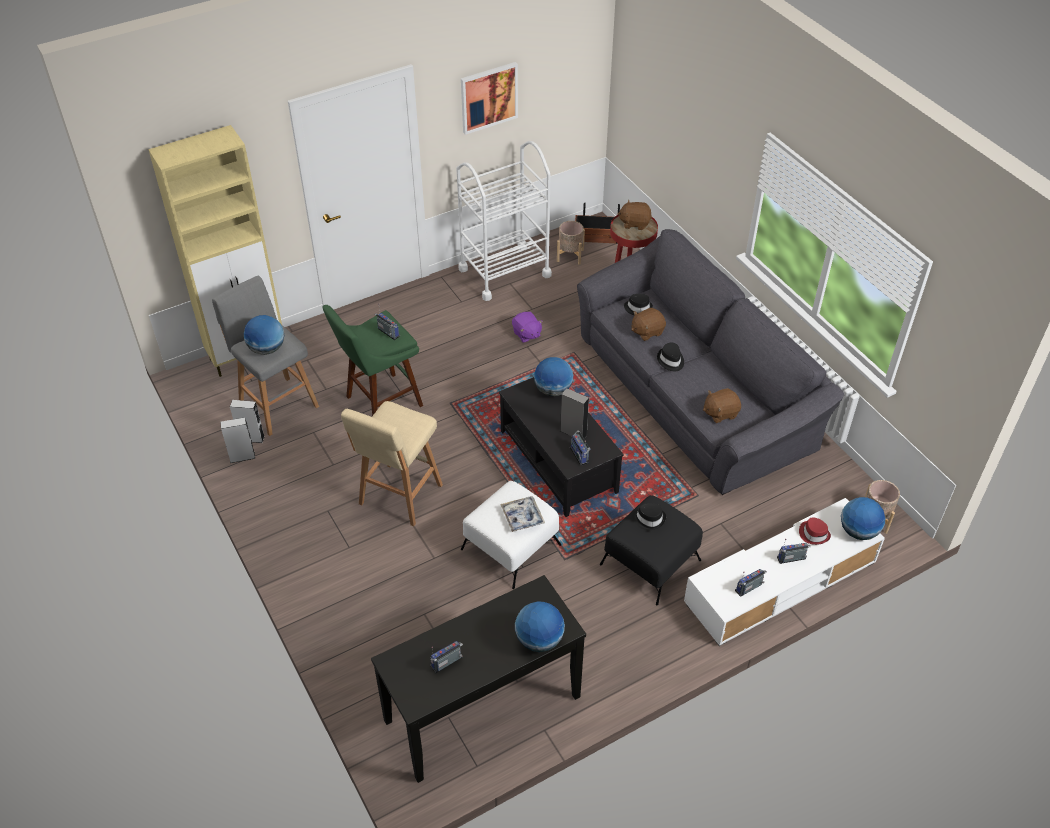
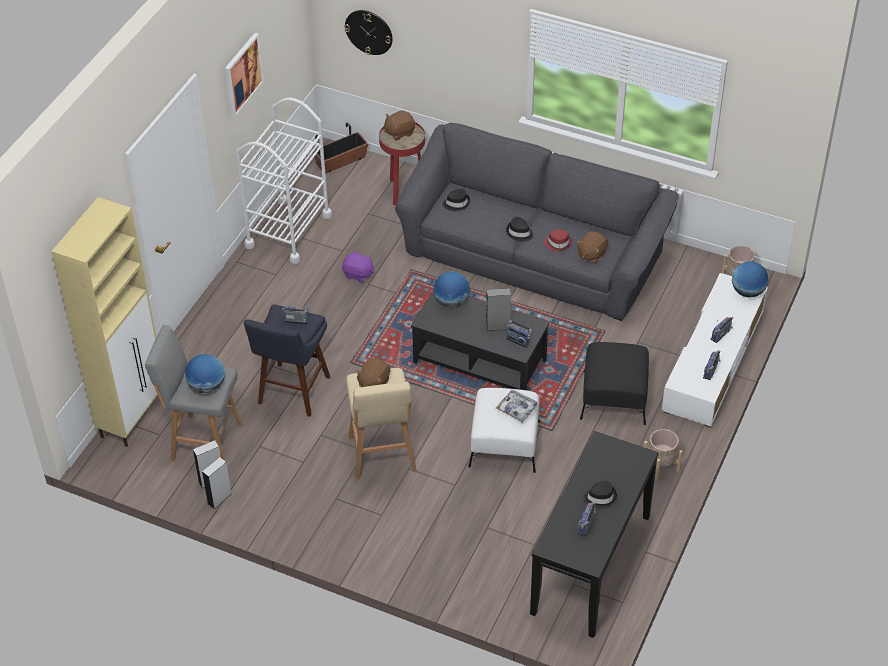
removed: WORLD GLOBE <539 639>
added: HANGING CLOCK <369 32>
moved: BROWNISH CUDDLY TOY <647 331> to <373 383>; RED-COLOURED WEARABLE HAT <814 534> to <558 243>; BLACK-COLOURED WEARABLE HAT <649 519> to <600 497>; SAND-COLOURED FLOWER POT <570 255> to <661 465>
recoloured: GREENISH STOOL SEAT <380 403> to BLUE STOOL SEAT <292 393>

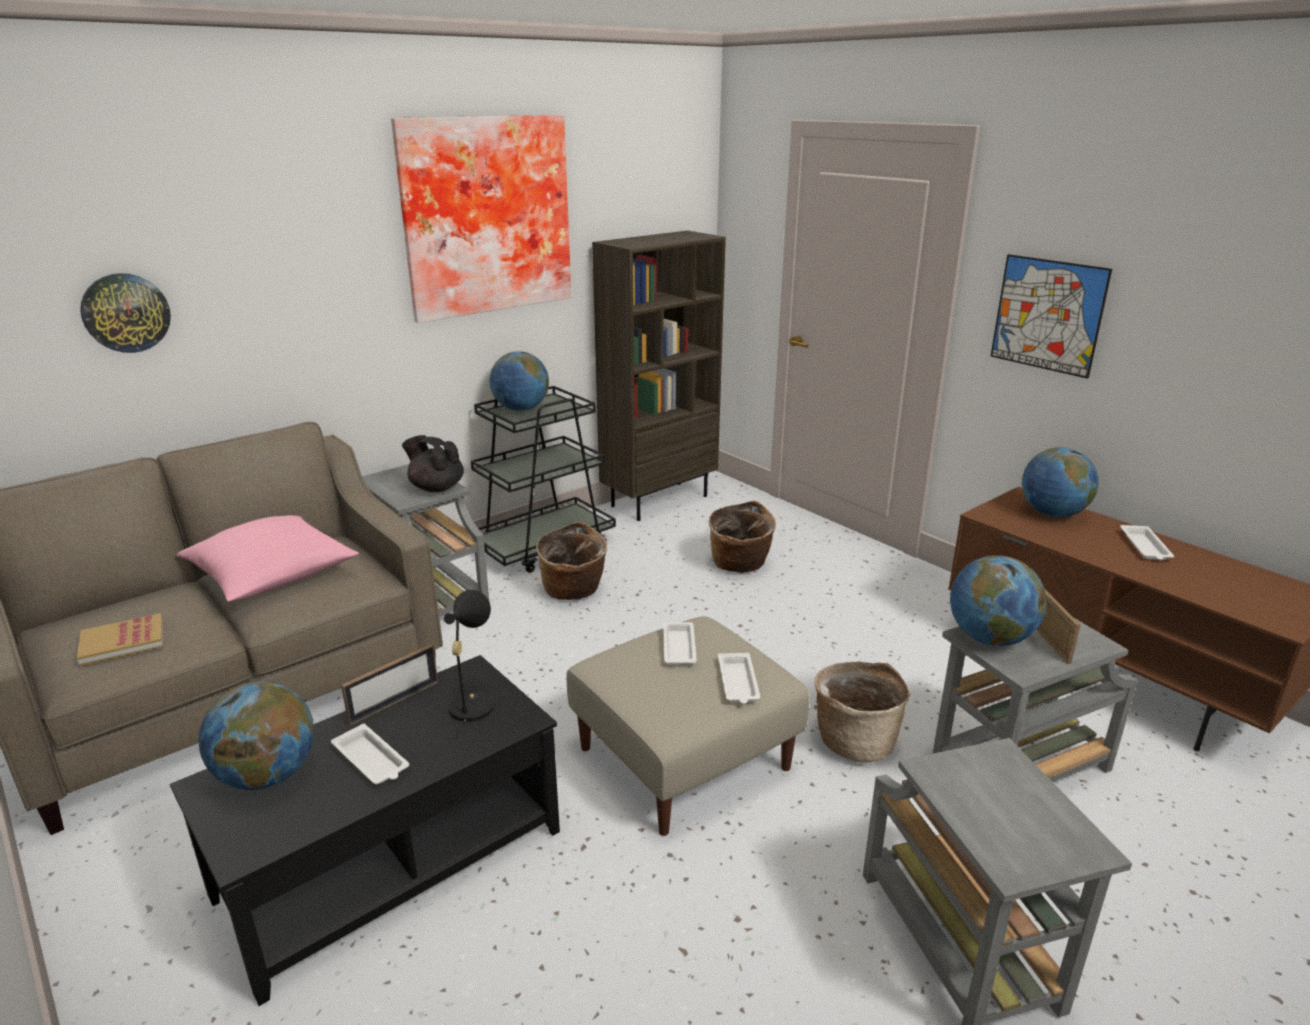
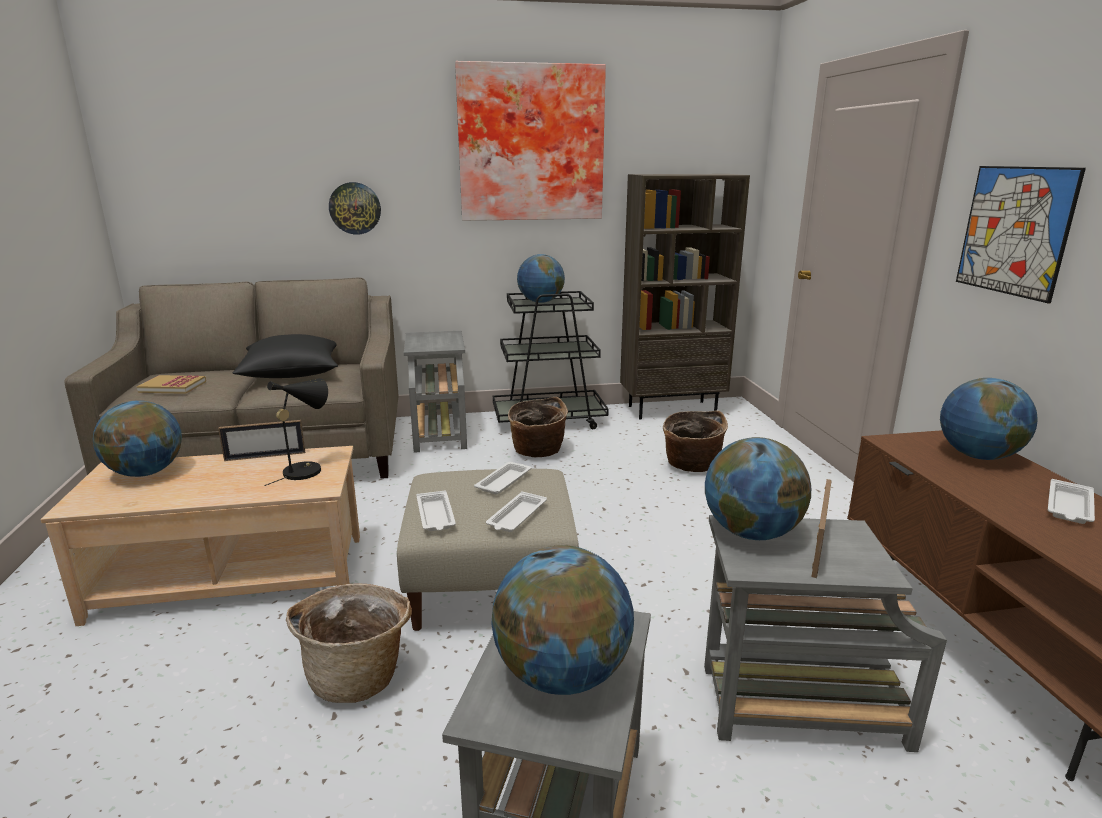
removed: BLACK-COLOURED TEAPOT <436 488>
added: WORLD GLOBE <562 674>
moved: STORAGE BASKET <855 740> to <358 675>; HANGING CLOCK <126 313> to <355 208>; WHITE-COLOURED SERVING TRAY <371 760> to <435 516>
recoloured: BLACK-COLOURED LOW TABLE <390 860> to SAND-COLOURED LOW TABLE <234 575>; PINK CUSHION <272 576> to BLACK-COLOURED CUSHION <292 373>

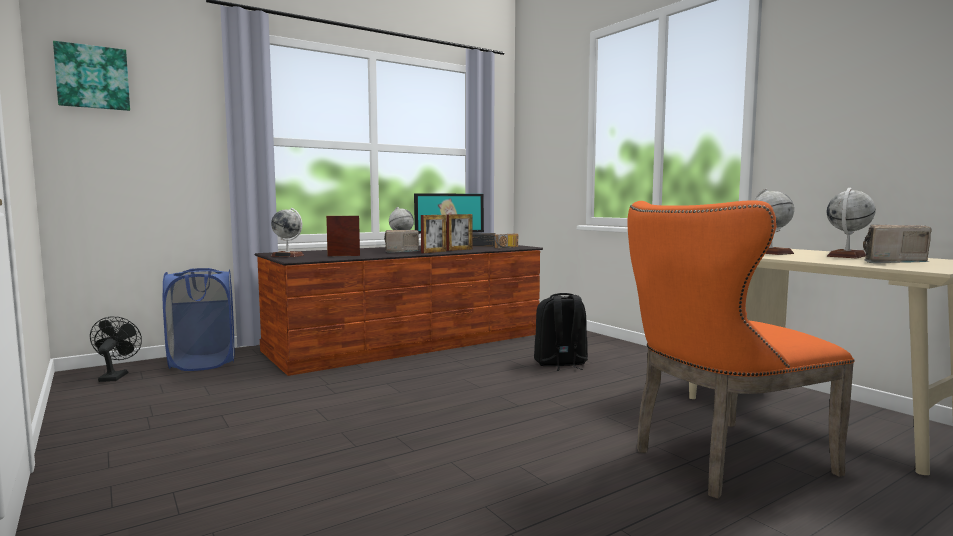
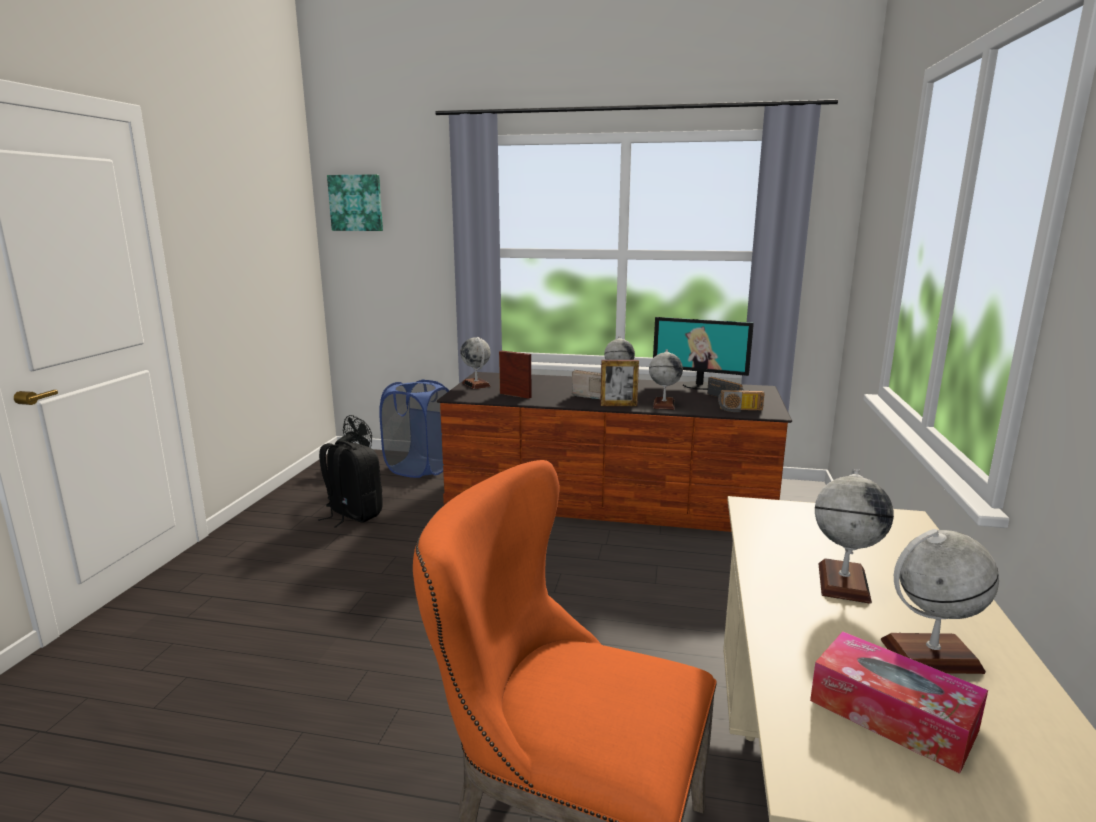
moved: BLACK-COLOURED RUCKSACK <560 364> to <352 515>
replaced: STANDING FRAME <459 250> to WORLD GLOBE <664 404>; RADIO <888 262> to BOX OF TISSUES <892 715>

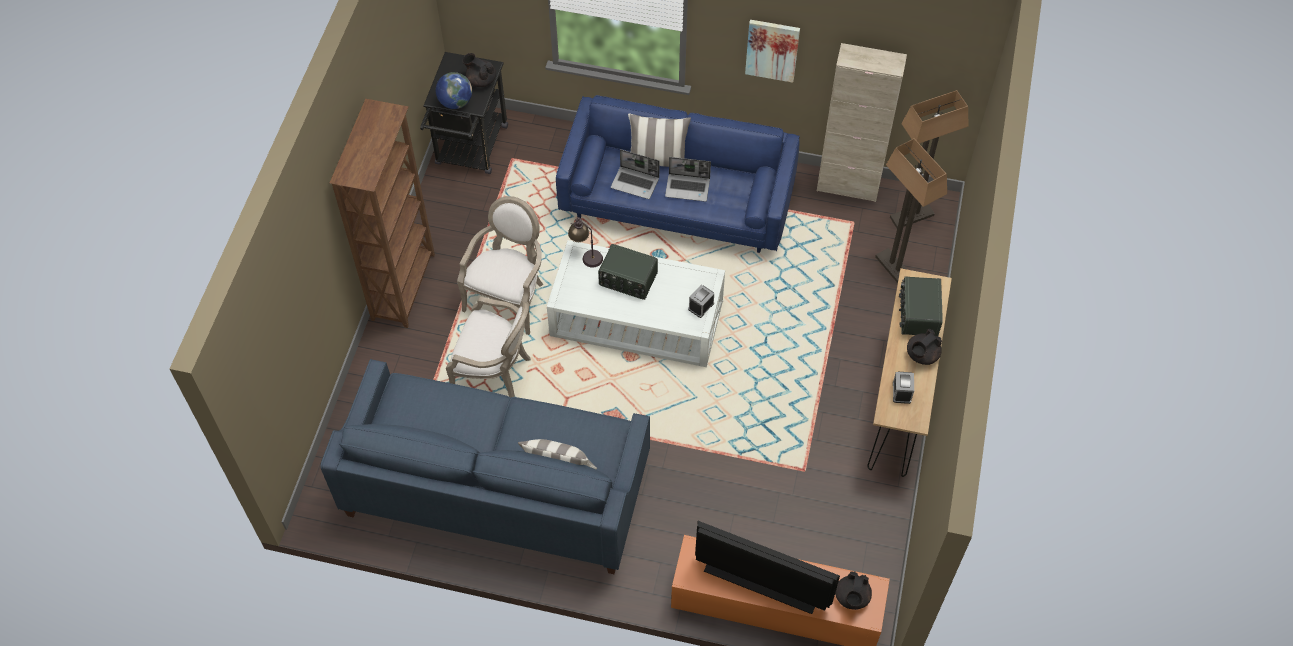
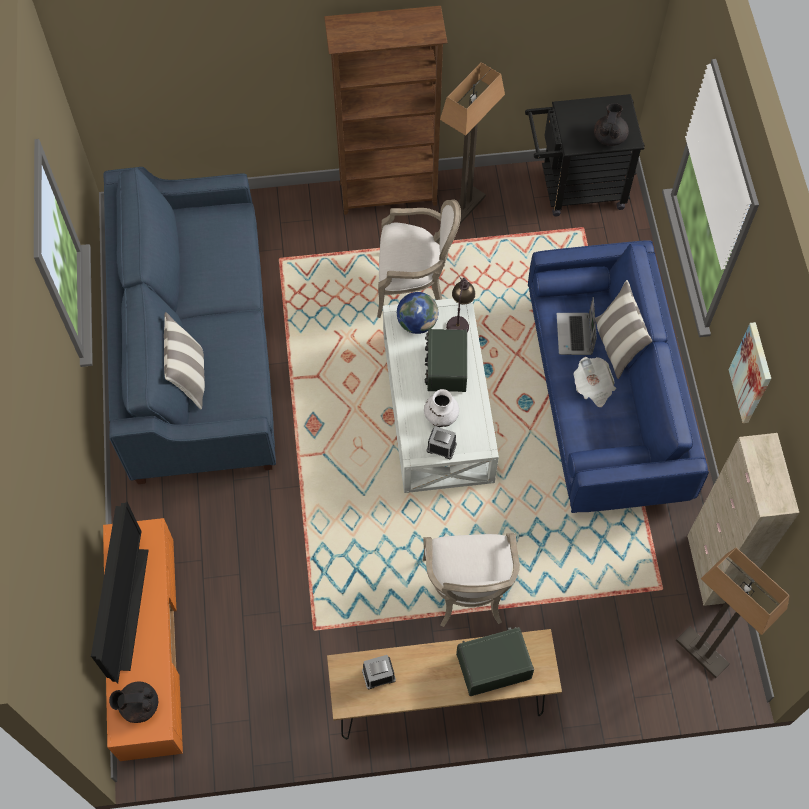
removed: BLACK-COLOURED TEAPOT <921 355>
added: WHITE-COLOURED DECORATIVE VASE <440 417>
moved: WORLD GLOBE <455 102> to <417 323>; LOUNGE CHAIR <495 372> to <468 593>; FLOOR LAMP <894 268> to <465 207>
replaced: LAPTOP <688 188> to DAILY PAPER <593 387>

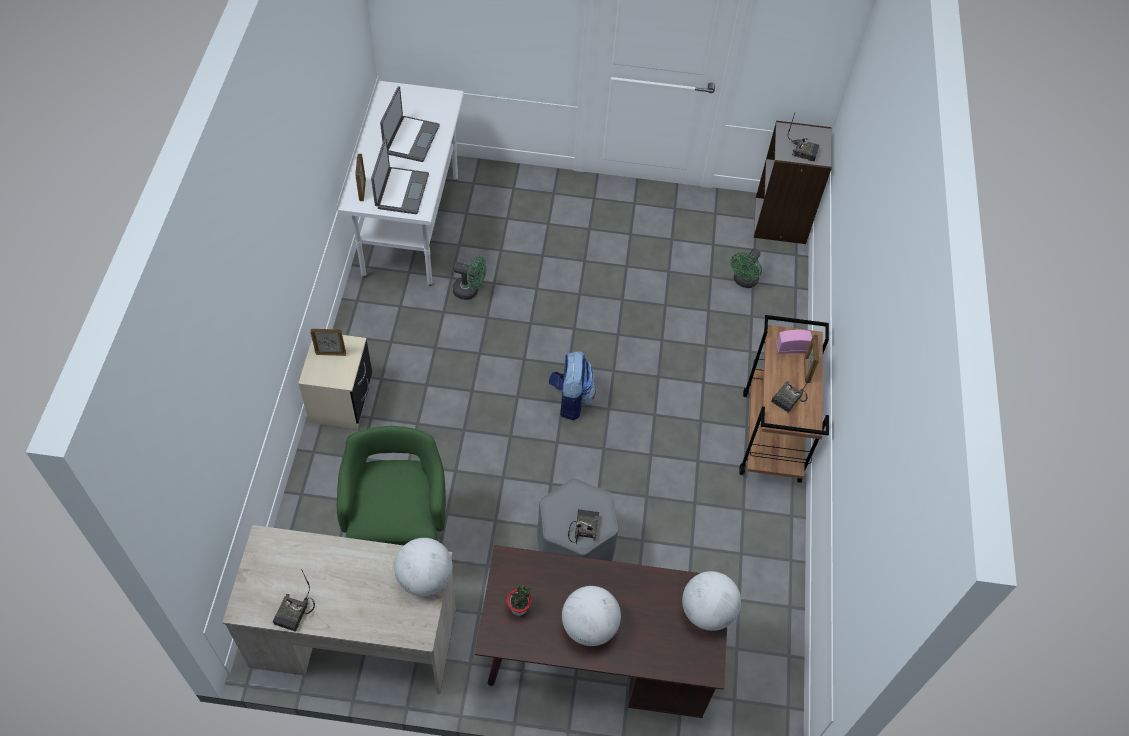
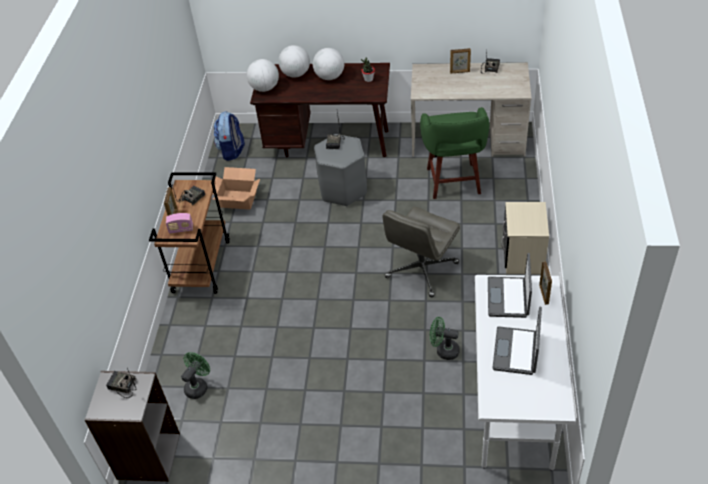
added: CARDBOARD BOX <237 199>; GREYISH DESK CHAIR <421 271>
moved: RUCKSACK <570 399> to <232 151>; WORLD GLOBE <424 578> to <296 74>; STANDING FRAME <331 353> to <460 72>

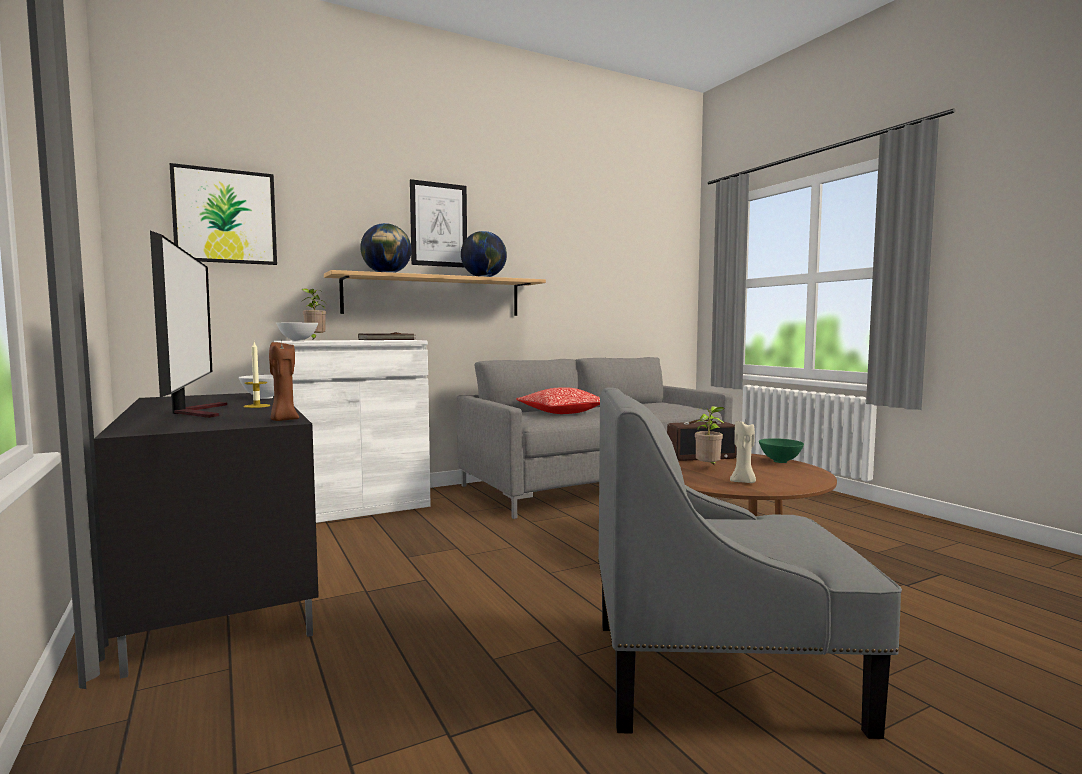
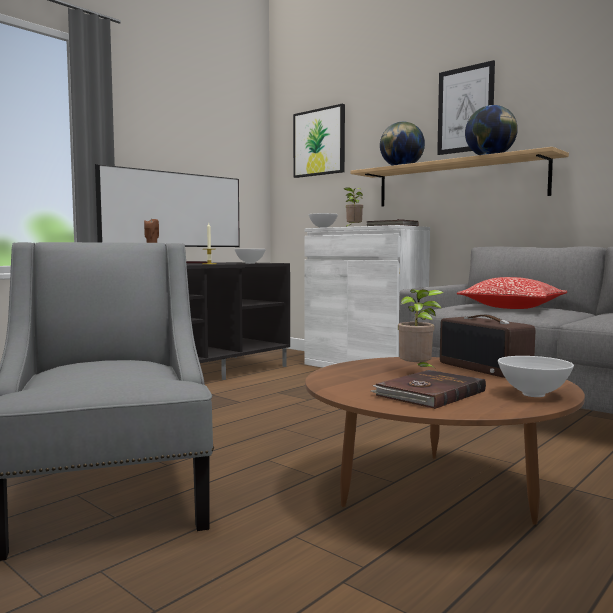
removed: SAND-COLOURED WAX CANDLE <743 482>
added: BROWNISH BOOK <428 393>
recoloured: GREENISH BOWL <780 461> to WHITE-COLOURED BOWL <533 394>

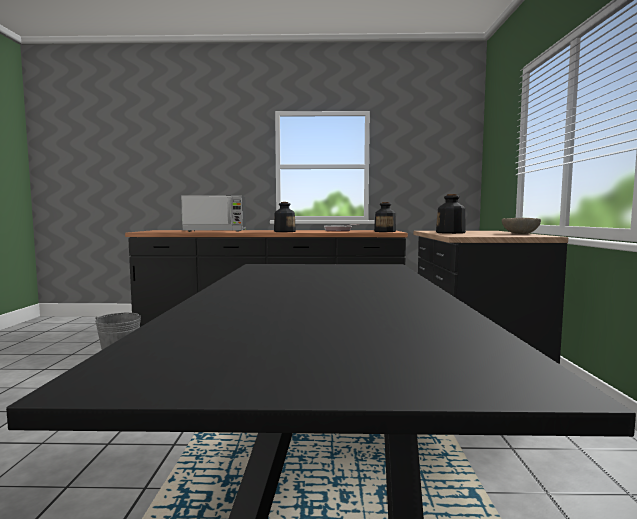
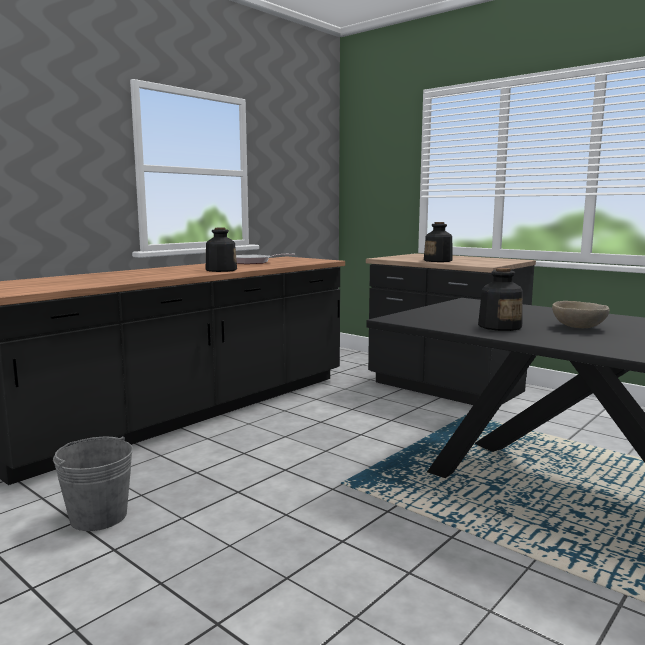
removed: MICROWAVE OVEN <216 231>
moved: DRINK BOTTLE <385 231> to <499 326>; SAND-COLOURED BOWL <519 233> to <578 327>

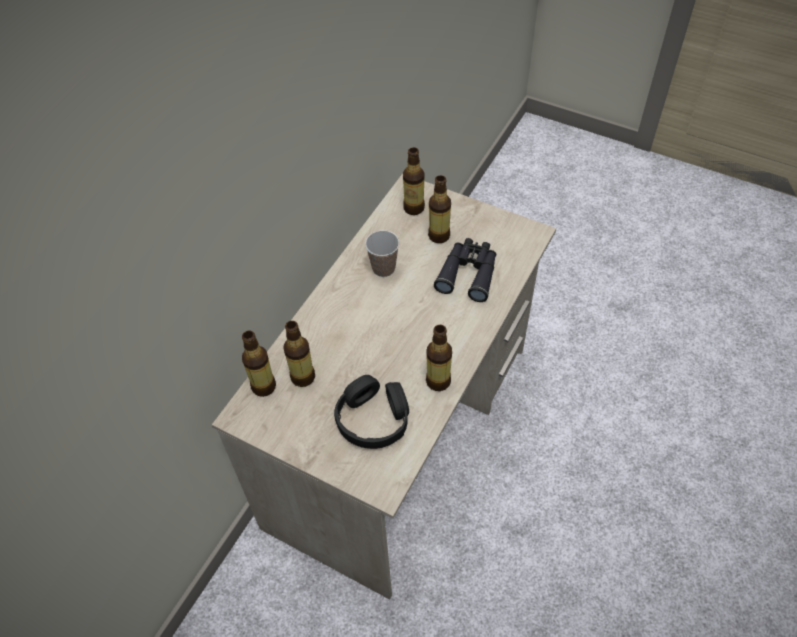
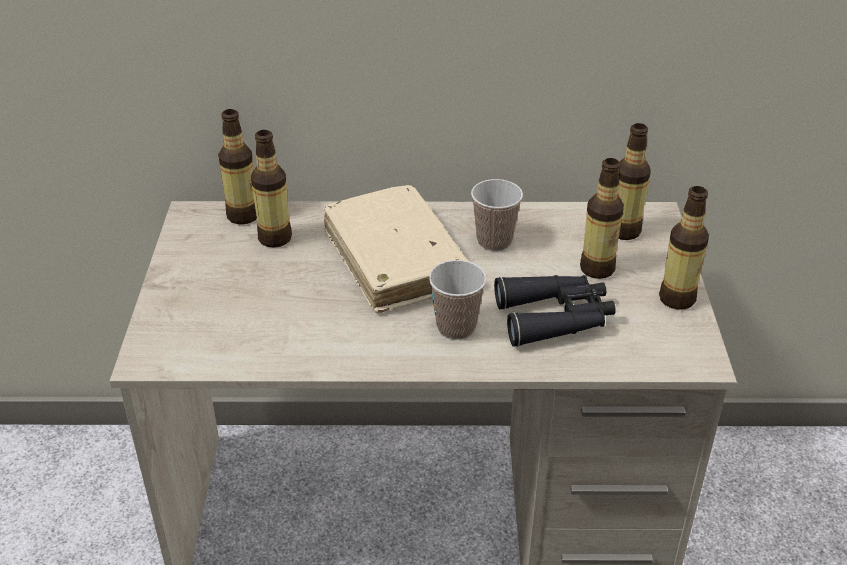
removed: BLACK-COLOURED HEADSET <373 419>
added: SAND-COLOURED BOOK <395 260>; CUP <456 327>
moved: DRINK BOTTLE <438 381> to <677 299>

